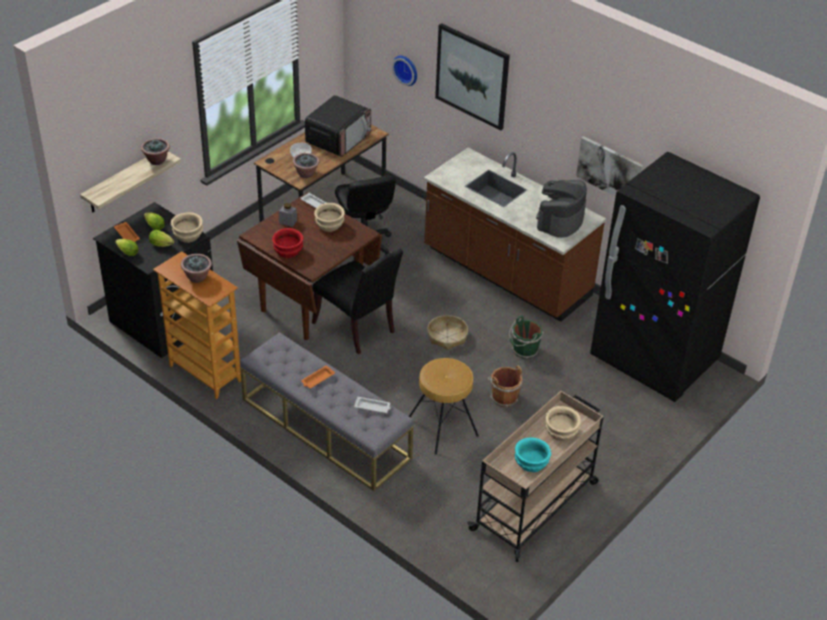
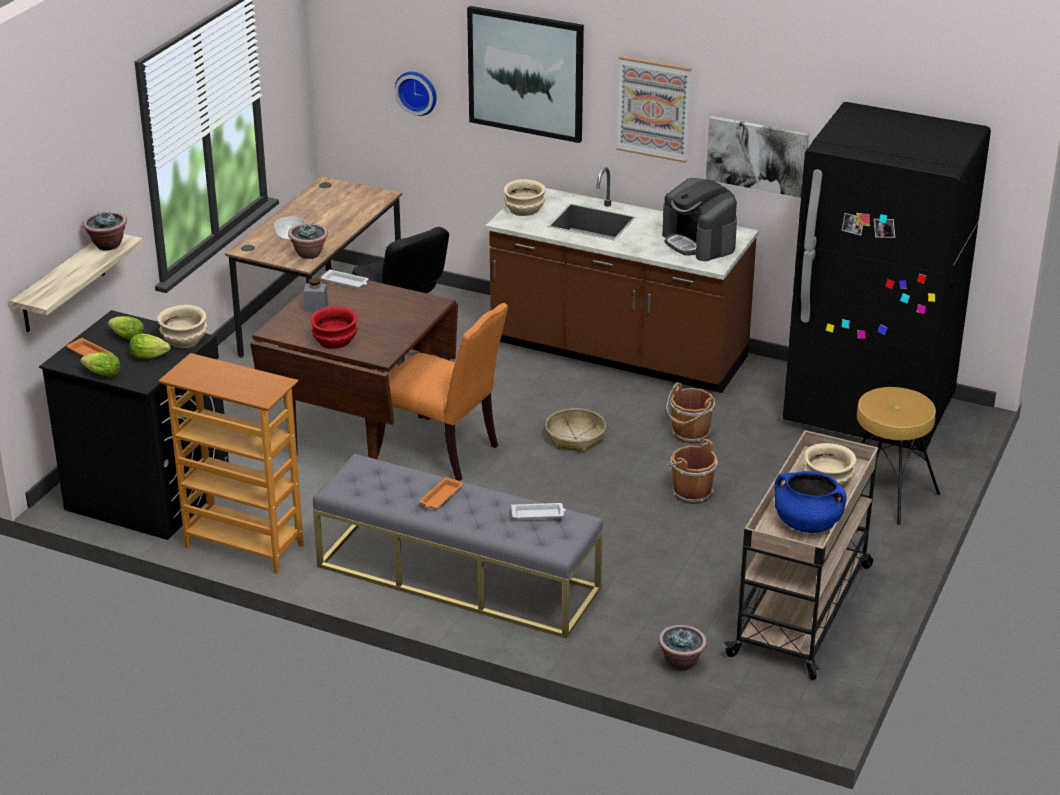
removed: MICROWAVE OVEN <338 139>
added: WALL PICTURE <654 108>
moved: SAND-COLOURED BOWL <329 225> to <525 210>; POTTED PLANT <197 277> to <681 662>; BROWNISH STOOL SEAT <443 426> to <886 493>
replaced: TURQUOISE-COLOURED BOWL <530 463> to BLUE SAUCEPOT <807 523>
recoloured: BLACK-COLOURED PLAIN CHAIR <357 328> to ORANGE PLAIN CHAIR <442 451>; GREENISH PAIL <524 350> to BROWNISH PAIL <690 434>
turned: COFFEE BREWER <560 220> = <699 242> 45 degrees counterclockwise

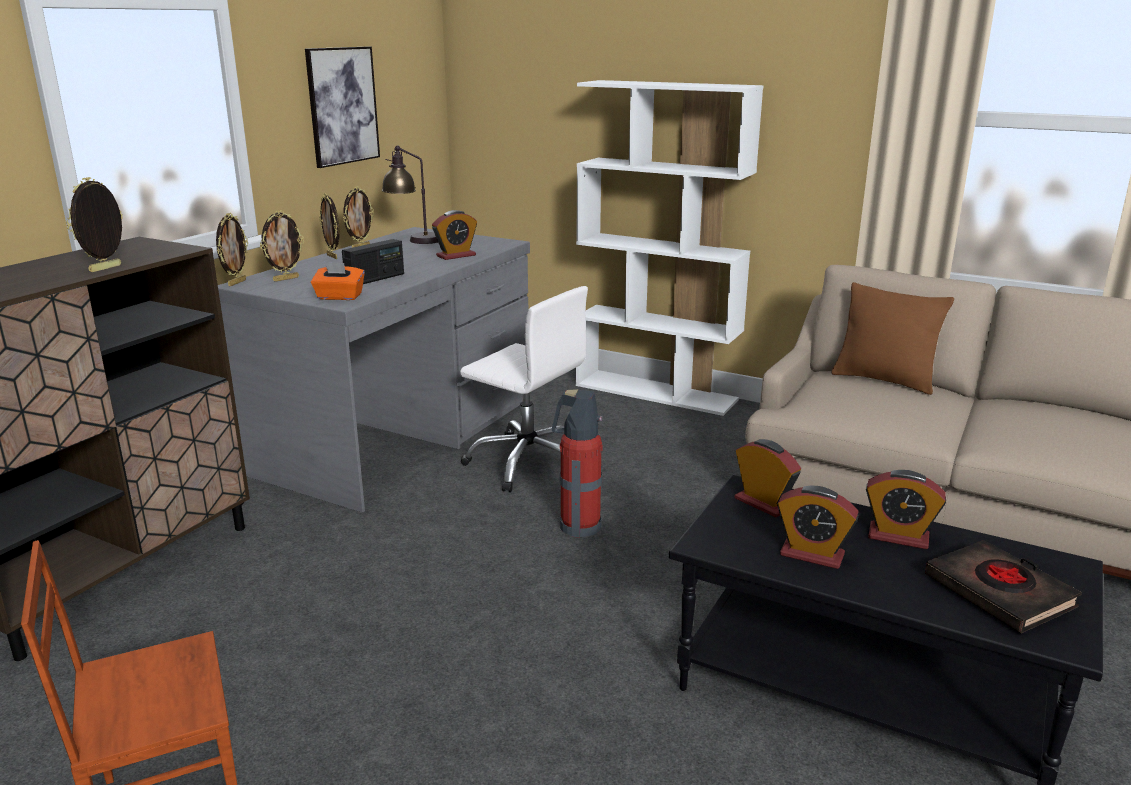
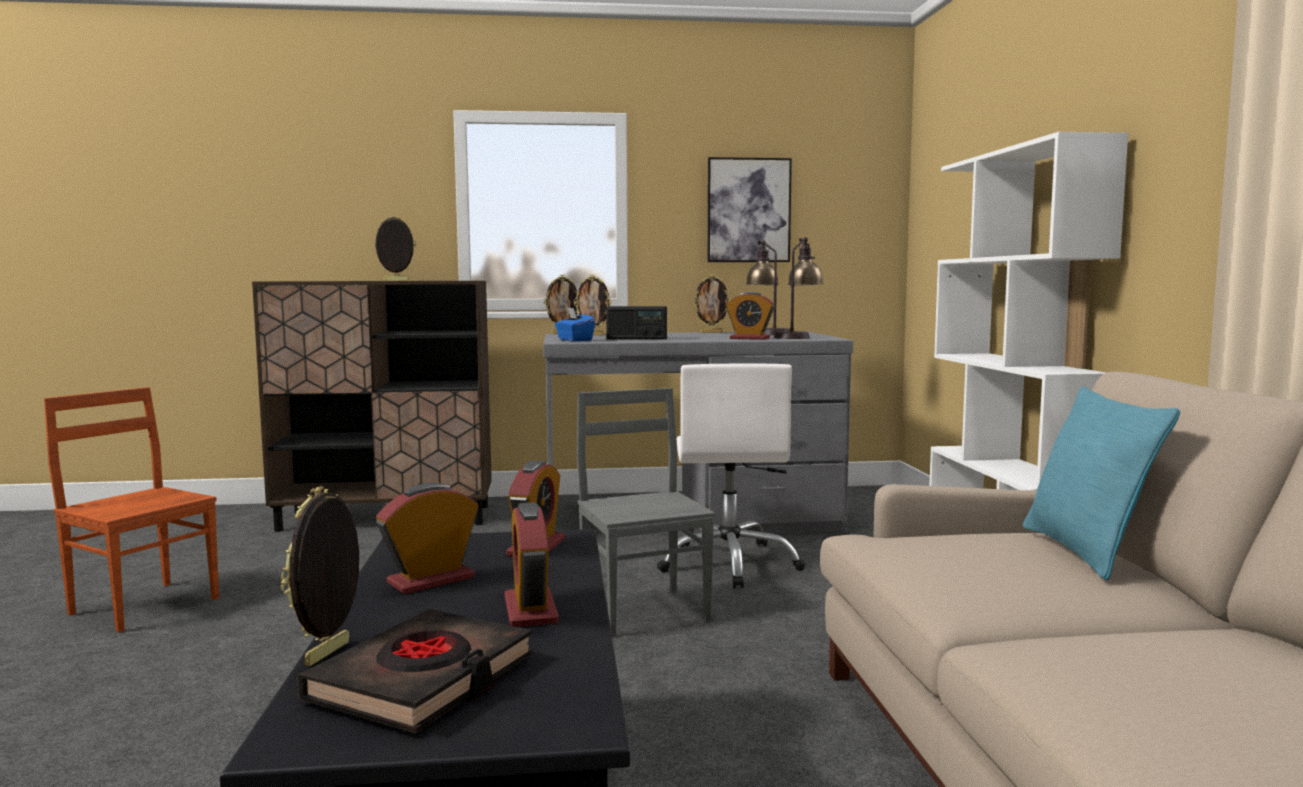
added: TABLETOP LAMP <798 337>
moved: STANDING FRAME <333 256> to <330 654>
replaced: EXTINGUISHER <578 526> to GREYISH PLAIN CHAIR <645 611>
recoloured: ORANGE BOX OF TISSUES <339 297> to BLUE BOX OF TISSUES <574 340>; BROWNISH CUSHION <884 380> to TURQUOISE-COLOURED CUSHION <1084 551>
turned: BEDSIDE CLOCK <812 555> = <431 580> 60 degrees clockwise

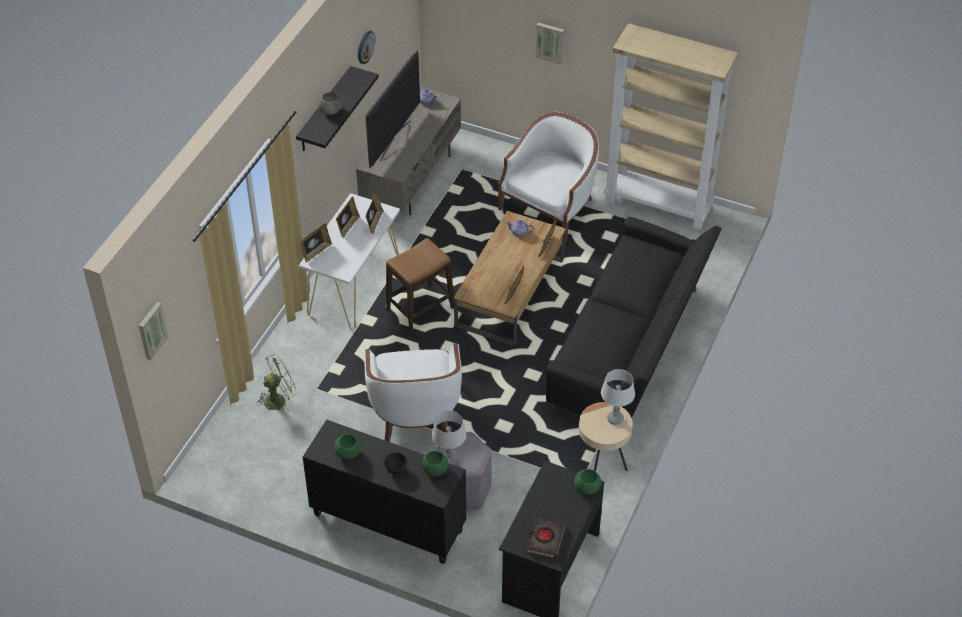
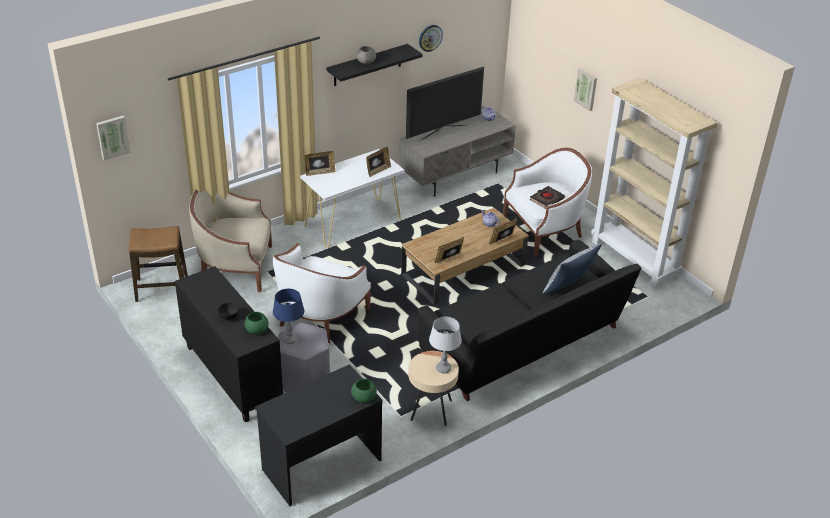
removed: GREENISH BOWL <348 453>; STANDING FRAME <348 226>
added: CUSHION <568 287>
moved: STOOL SEAT <420 309> to <162 289>; BLACK-COLOURED BOOK <545 539> to <546 199>
replaced: GREENISH ELECTRIC FAN <279 399> to SAND-COLOURED LOUNGE CHAIR <235 267>
recoloured: GREYISH TABLETOP LAMP <449 460> to BLUE TABLETOP LAMP <290 340>

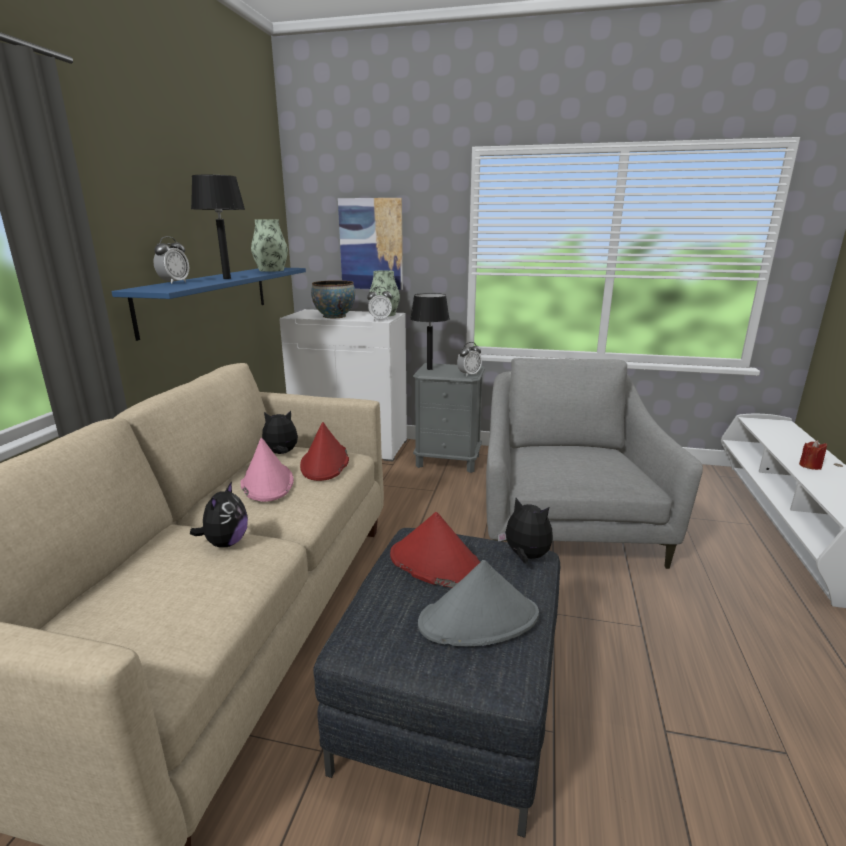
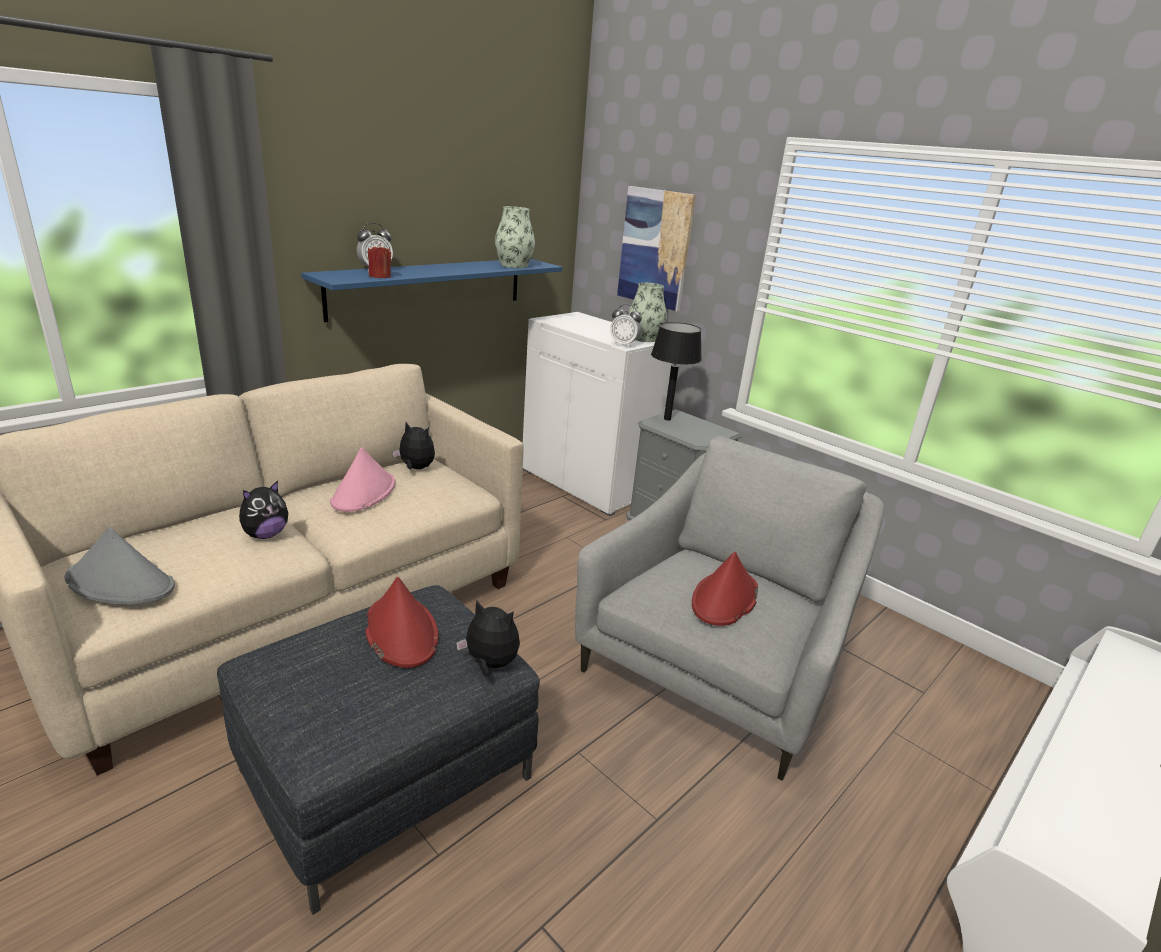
removed: BLACK-COLOURED TABLETOP LAMP <227 278>; BOWL <334 316>; BEDSIDE CLOCK <469 374>
moved: GREYISH WEARABLE HAT <479 620> to <121 583>; RED-COLOURED WAX CANDLE <810 466> to <380 276>; RED-COLOURED WEARABLE HAT <325 463> to <724 599>
turned: CUDDLY TOY <525 557> = <490 665> 45 degrees counterclockwise

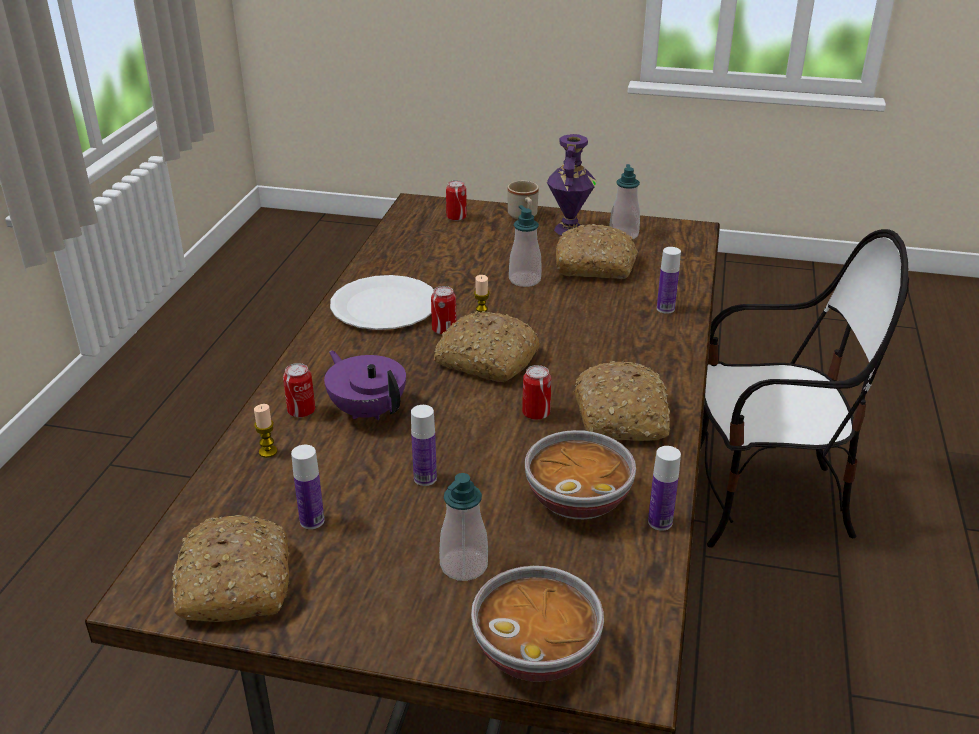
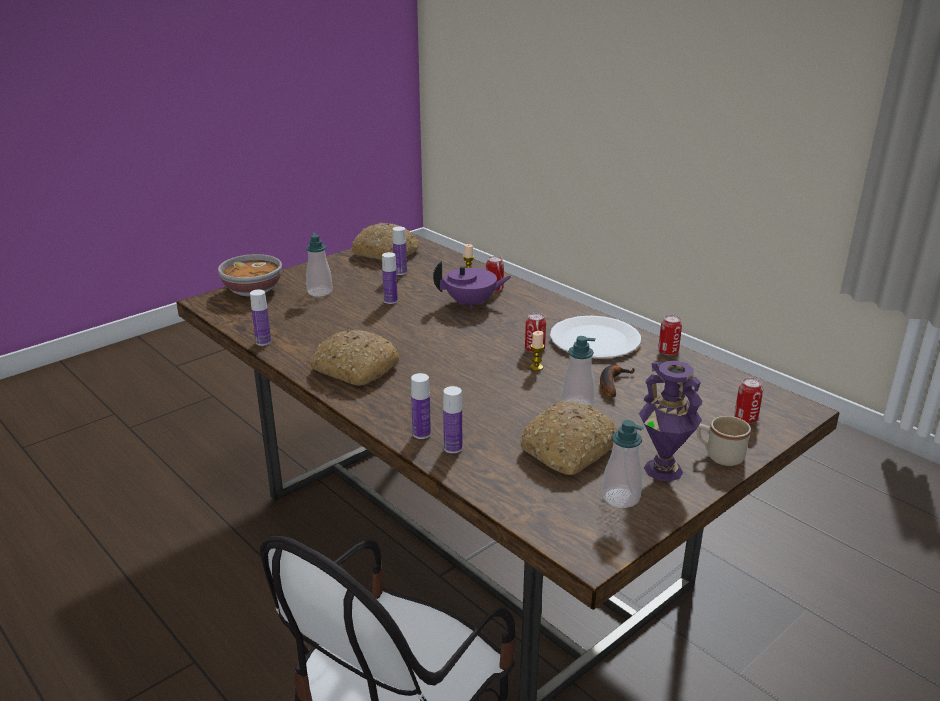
removed: BAKED BREAD <486 360>; BOWL <578 499>
added: DRINK BOTTLE <421 434>; WHOLE BANANA <611 383>
moved: METAL CAN <536 413> to <668 351>

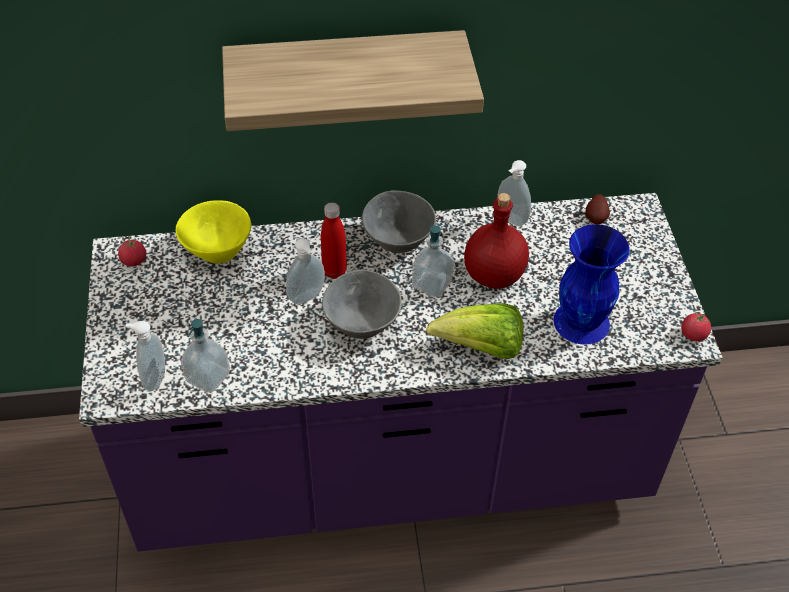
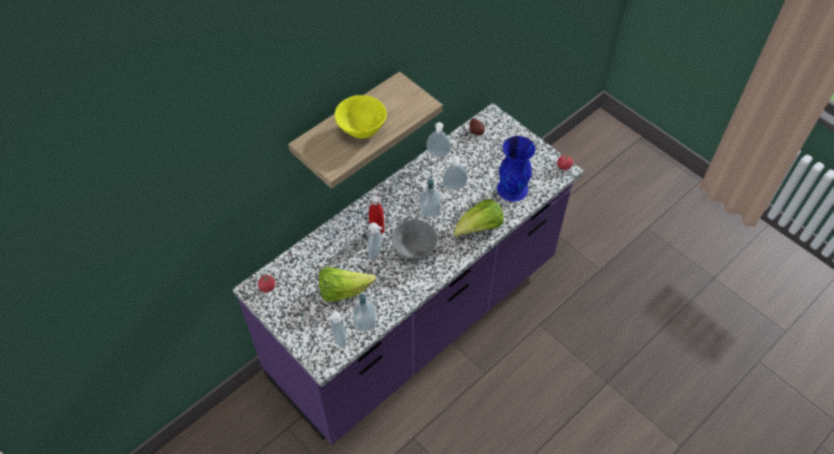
removed: GREYISH BOWL <396 241>
added: LETTUCE HEAD <343 291>
moved: YELLOW-COLOURED BOWL <219 248> to <361 128>
replaced: RED-COLOURED DRINK BOTTLE <494 274> to LIQUID SOAP BOTTLE <454 188>

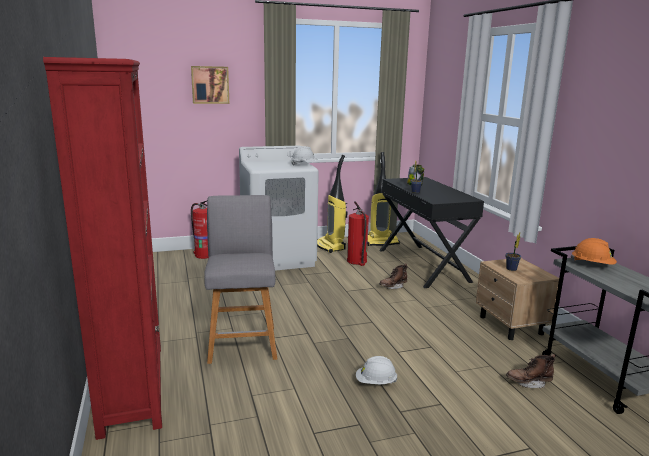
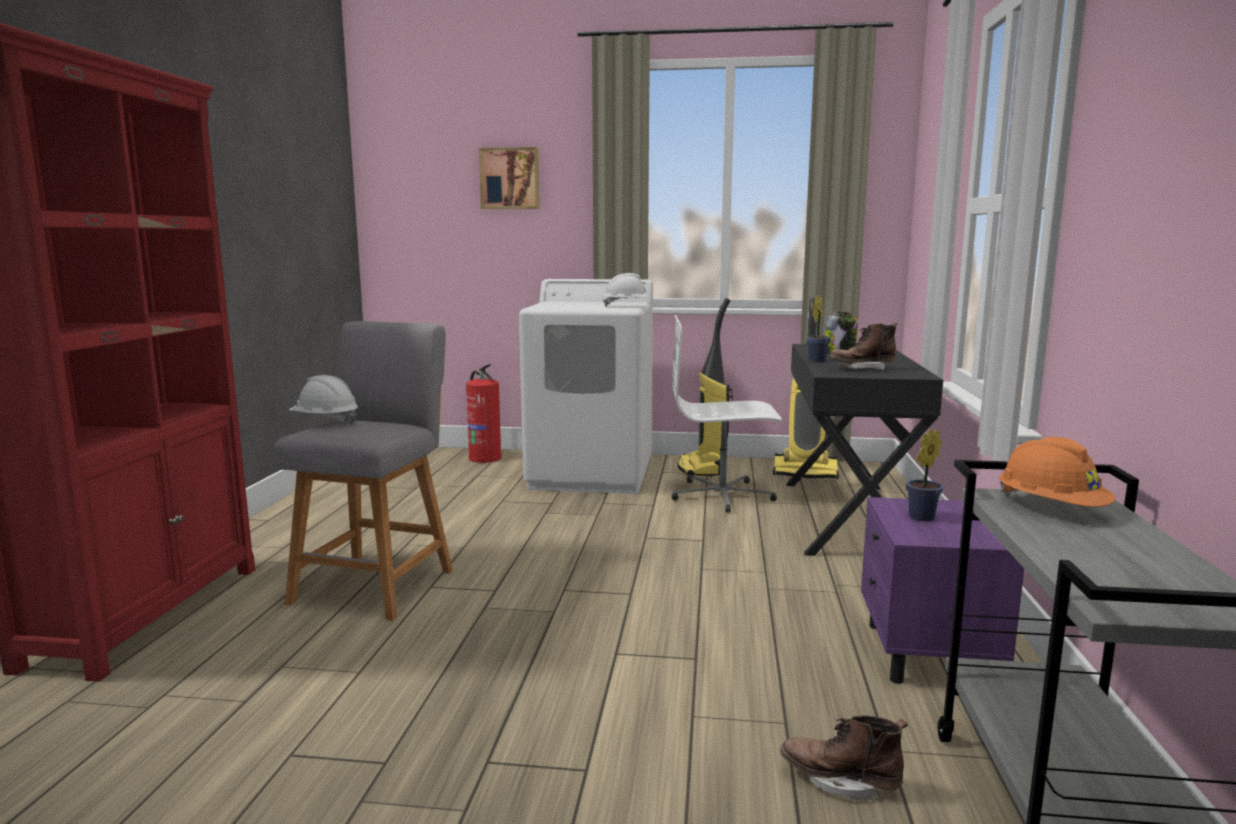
moved: WHITE-COLOURED WORK HELMET <376 382> to <325 422>; BROWNISH BOOT <393 287> to <861 368>
replaced: EXTINGUISHER <357 261> to WHITE-COLOURED DESK CHAIR <722 495>
recoloured: SAND-COLOURED NIGHTSTAND <511 325> to PURPLE NIGHTSTAND <927 655>

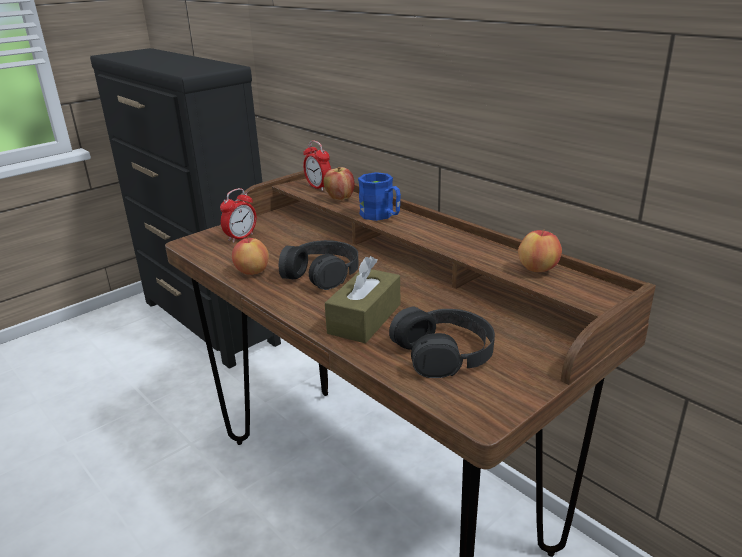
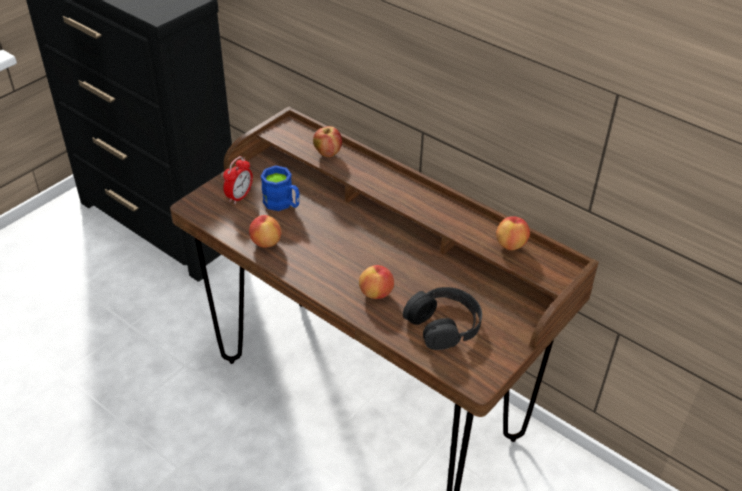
removed: BLACK-COLOURED HEADSET <321 273>; BEDSIDE CLOCK <318 187>
moved: BLUE COFFEE MUG <381 216> to <283 204>
replaced: BROWNISH BOX OF TISSUES <364 319> to APPLE FRUIT <376 293>

